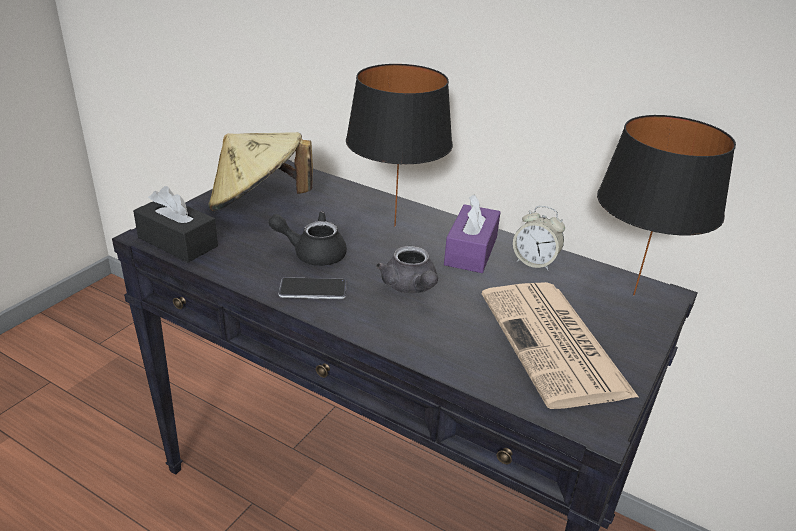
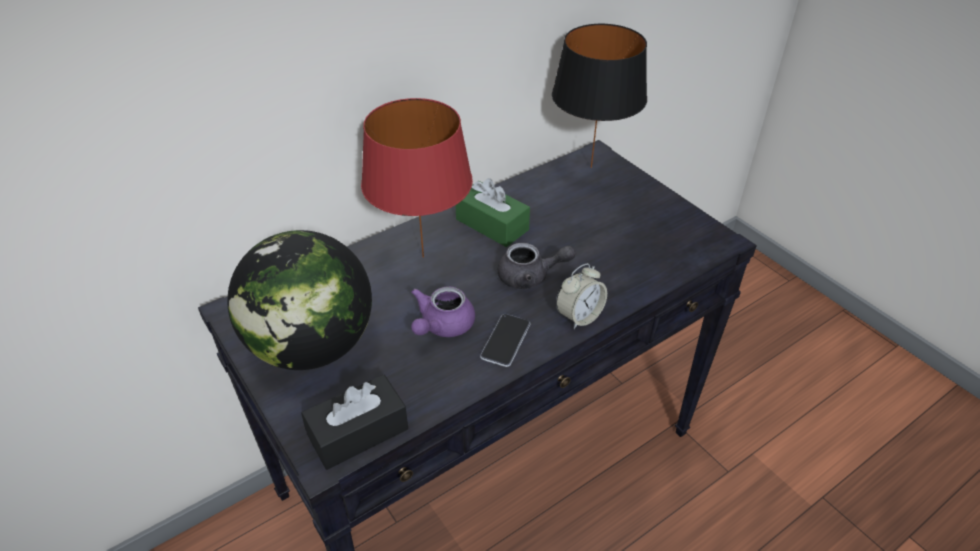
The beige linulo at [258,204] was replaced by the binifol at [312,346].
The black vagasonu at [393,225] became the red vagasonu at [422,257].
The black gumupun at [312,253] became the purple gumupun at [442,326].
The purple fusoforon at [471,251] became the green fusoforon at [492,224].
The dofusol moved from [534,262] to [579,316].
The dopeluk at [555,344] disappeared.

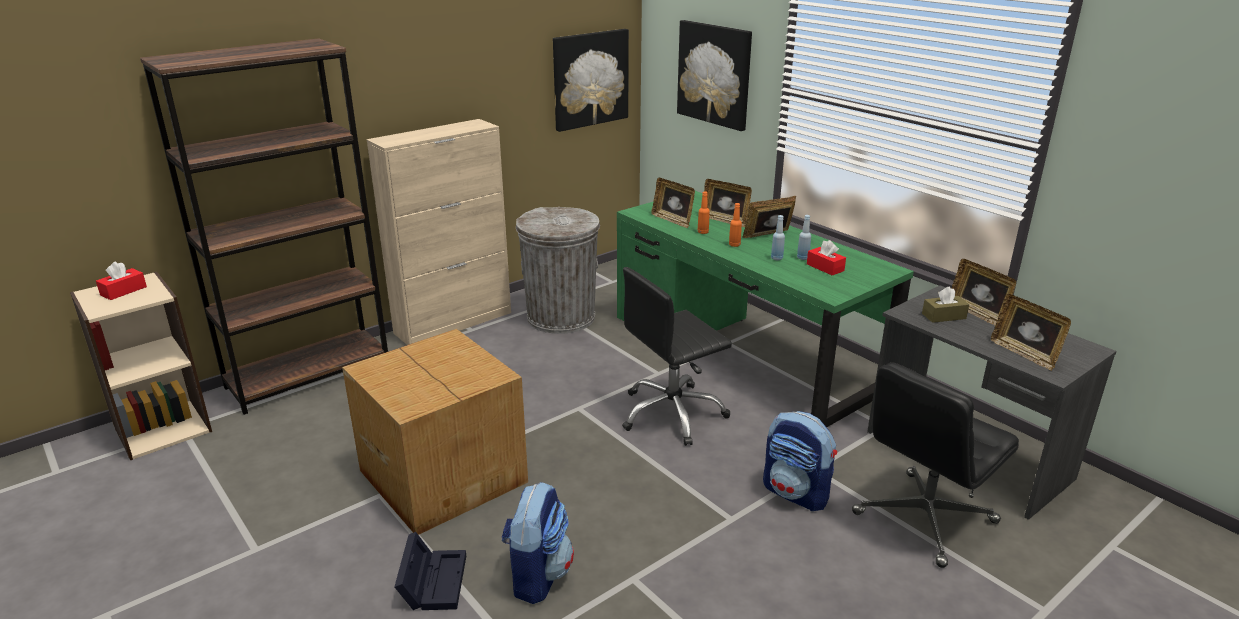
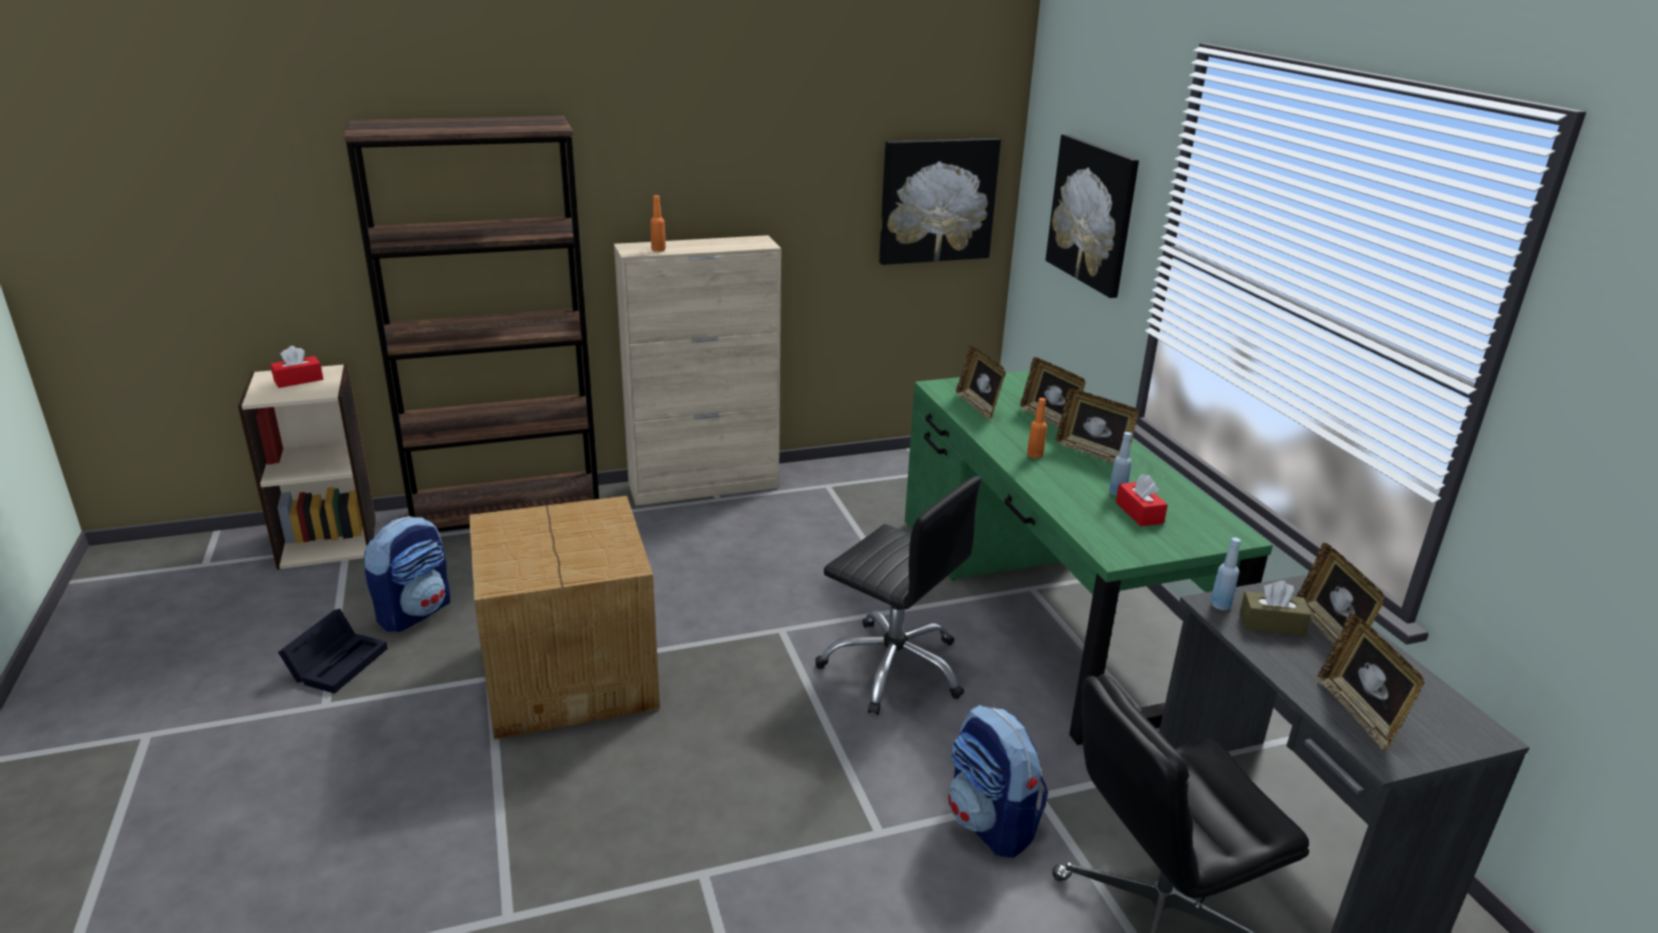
The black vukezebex moved from [433,580] to [338,662].
The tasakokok moved from [537,575] to [415,612].
The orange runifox moved from [703,232] to [658,250].
The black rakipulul at [672,414] turned 135 degrees counterclockwise.
The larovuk at [768,236] turned 135 degrees counterclockwise.
The blue runifox moved from [777,258] to [1220,605].
The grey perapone at [561,317] disappeared.

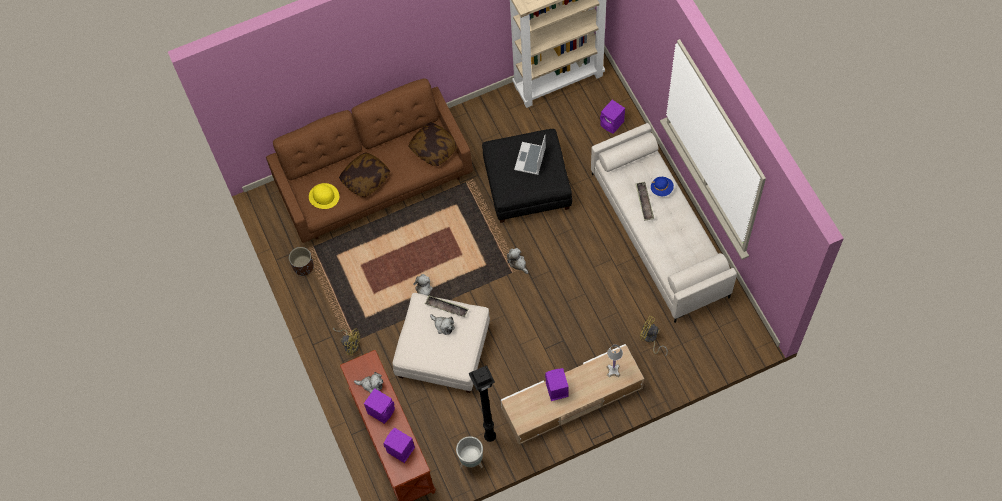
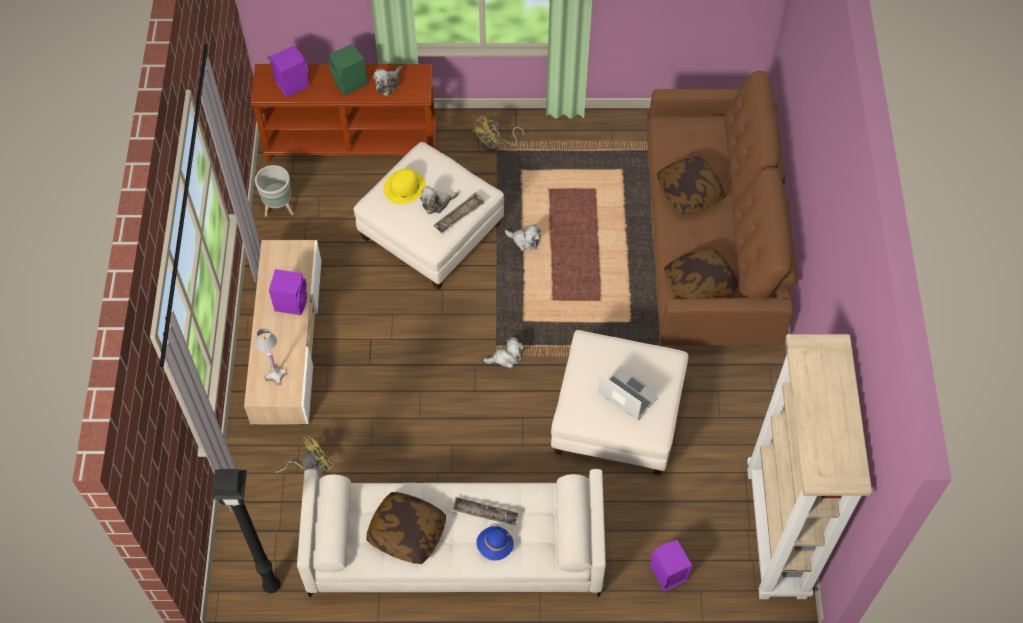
The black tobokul moved from [491,437] to [270,587].
The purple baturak at [382,410] became the green baturak at [350,83].
The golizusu at [407,532] appeared.
The yellow linulo moved from [324,196] to [404,187].
The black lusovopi at [527,186] became the white lusovopi at [617,417].
The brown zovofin at [303,267] disappeared.

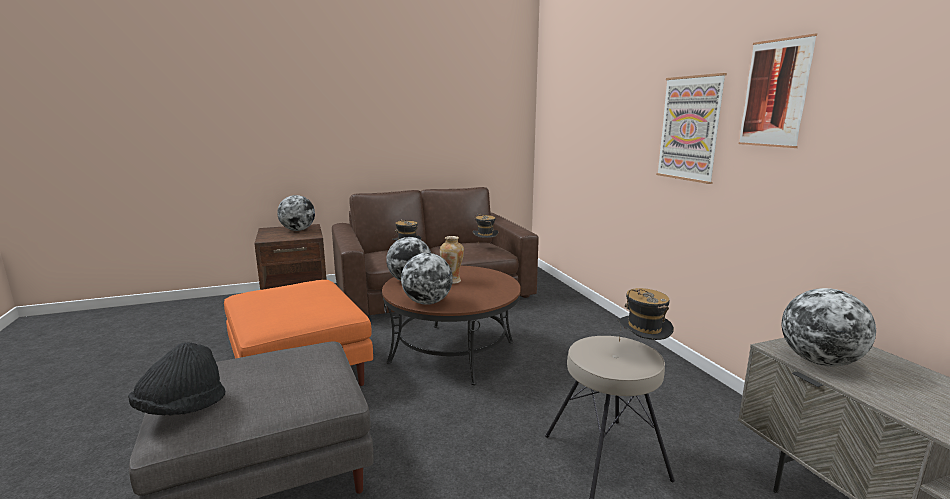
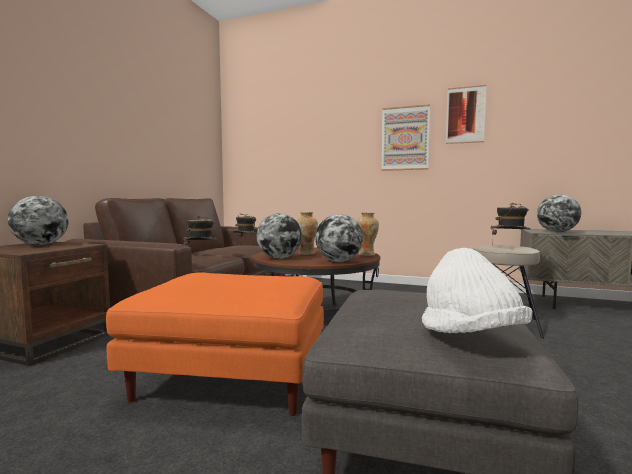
The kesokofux at [367,254] appeared.
The black linulo at [182,408] became the white linulo at [470,337].

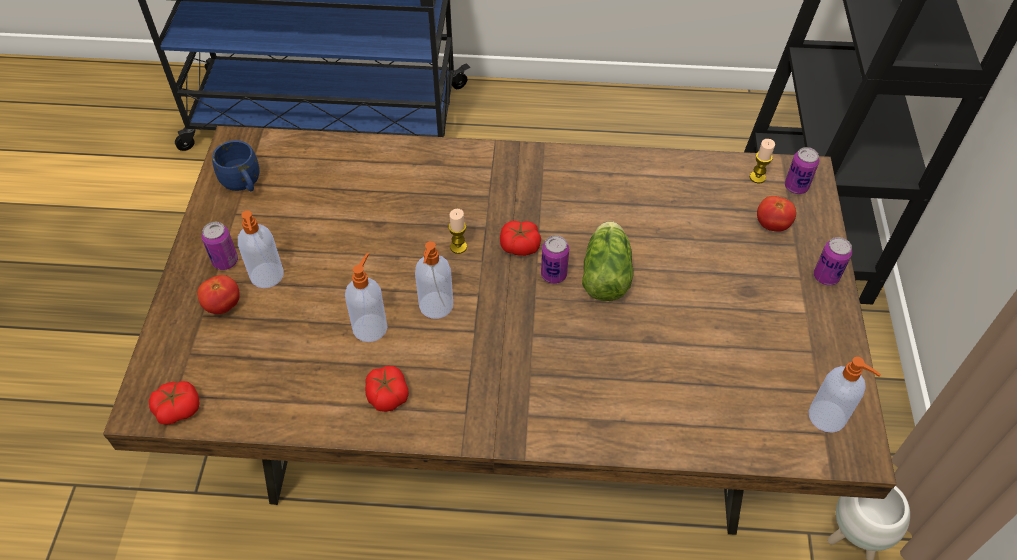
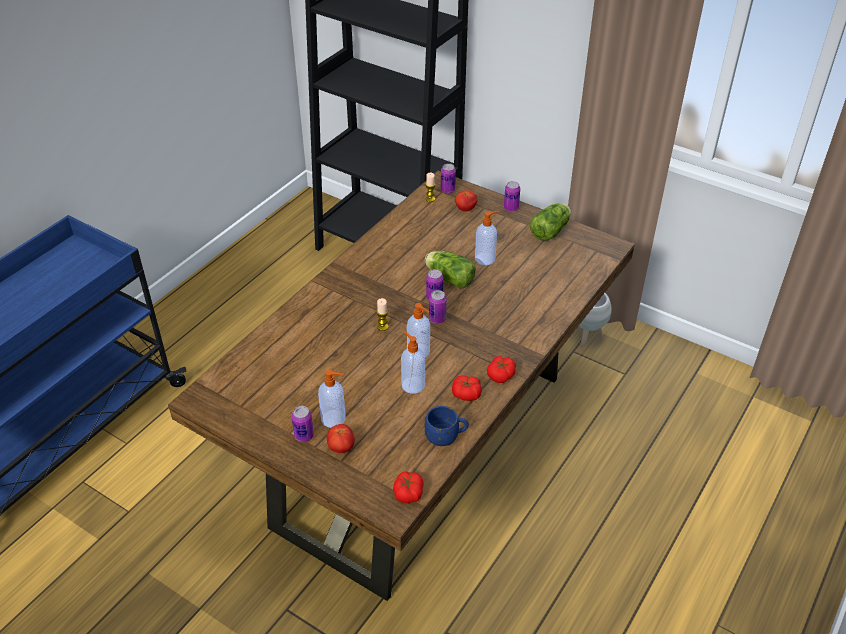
The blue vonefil moved from [244,185] to [446,437].
The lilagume at [437,319] appeared.
The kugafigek moved from [828,417] to [485,258].
The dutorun moved from [520,246] to [501,375].
The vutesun at [551,230] appeared.

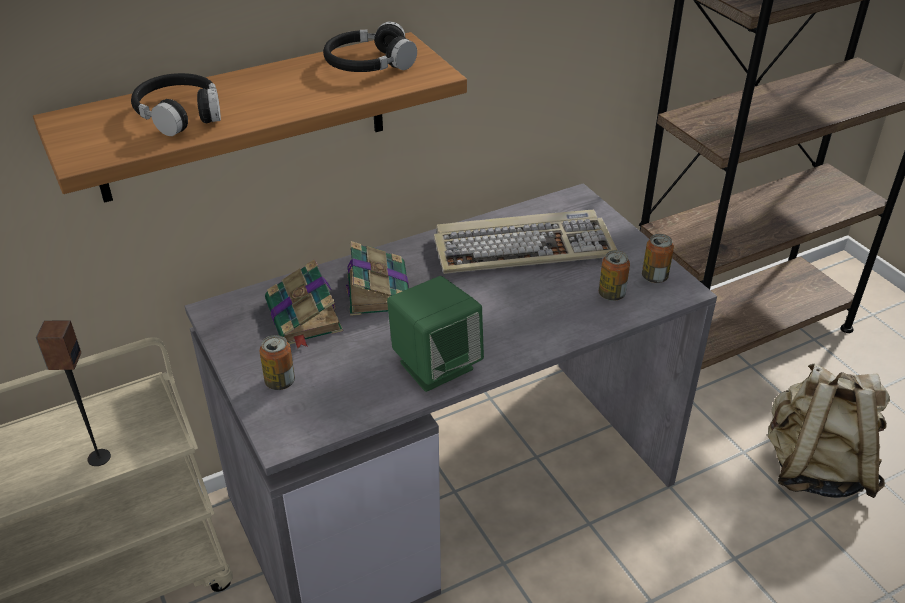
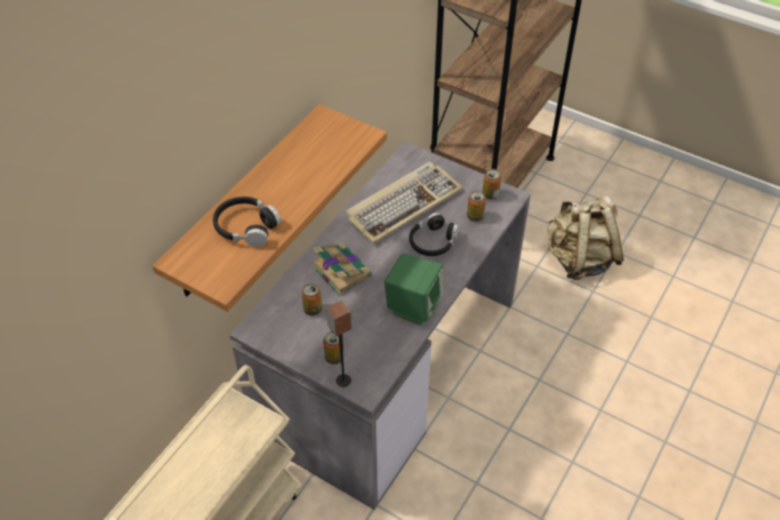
The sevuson at [304,318] was replaced by the lilagume at [312,309].
The baturak moved from [98,457] to [343,380].
The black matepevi moved from [369,64] to [433,242].

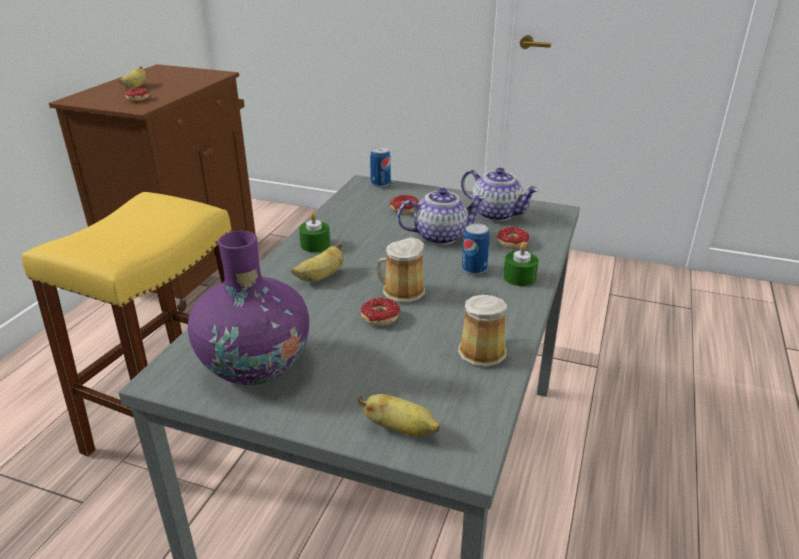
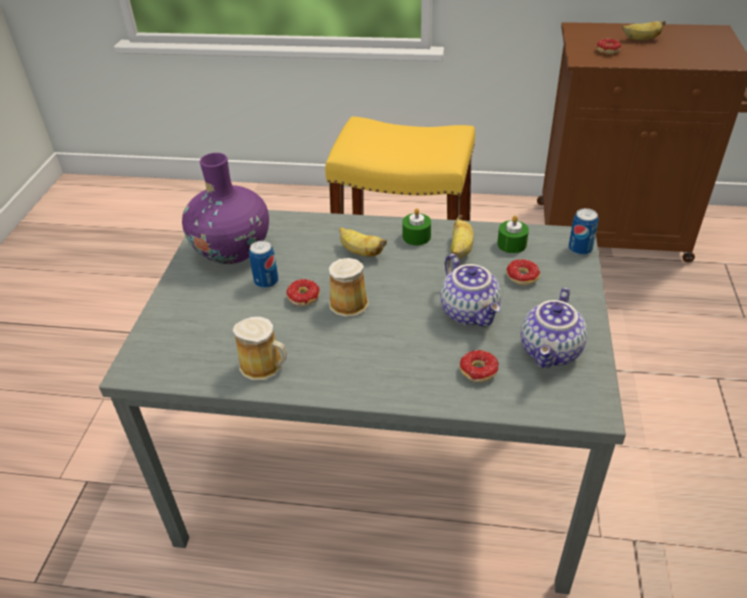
The lilagume moved from [474,269] to [266,282].
The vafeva moved from [401,429] to [460,250].
The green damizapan moved from [519,277] to [511,244].

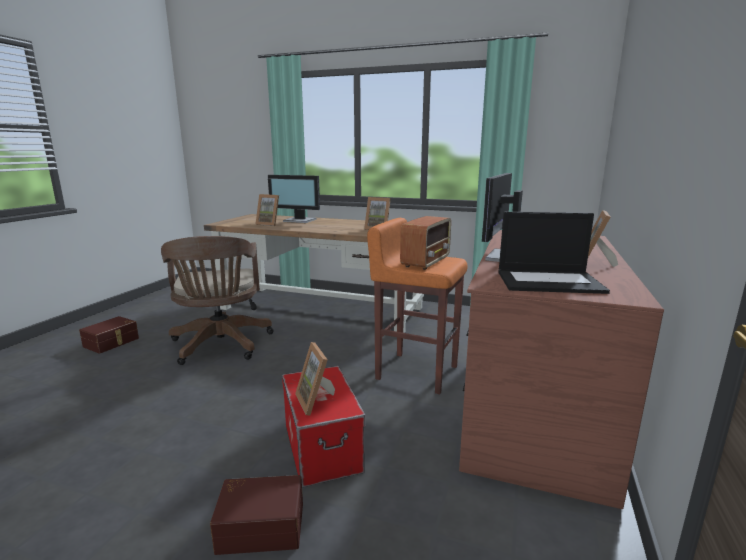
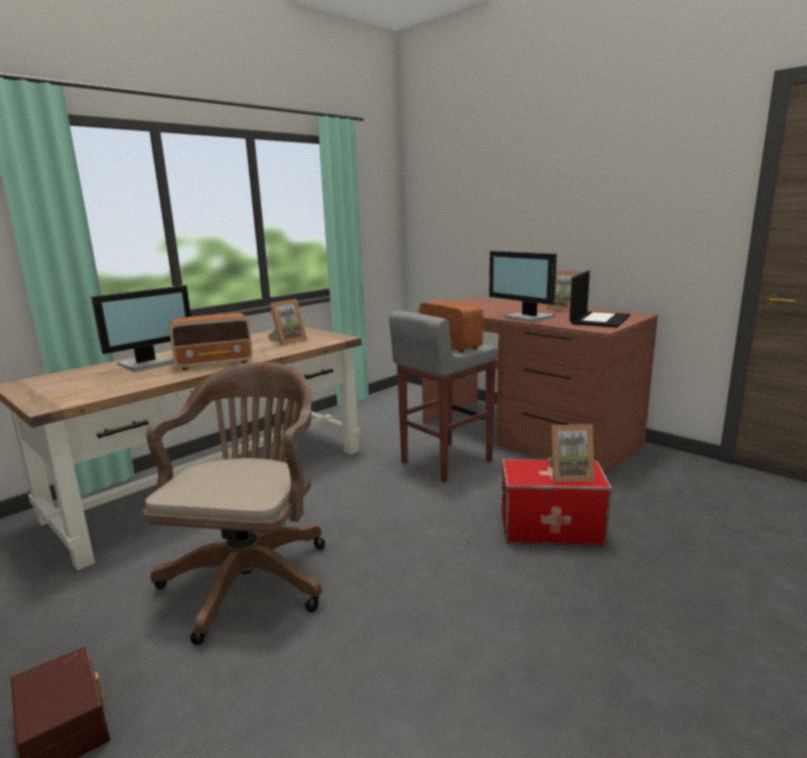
The brown rakipulul at [221,346] turned 90 degrees counterclockwise.
The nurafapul at [215,363] appeared.
The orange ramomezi at [416,371] became the grey ramomezi at [444,461].
The brown vukezebex at [261,525] disappeared.
The larovuk at [269,224] disappeared.

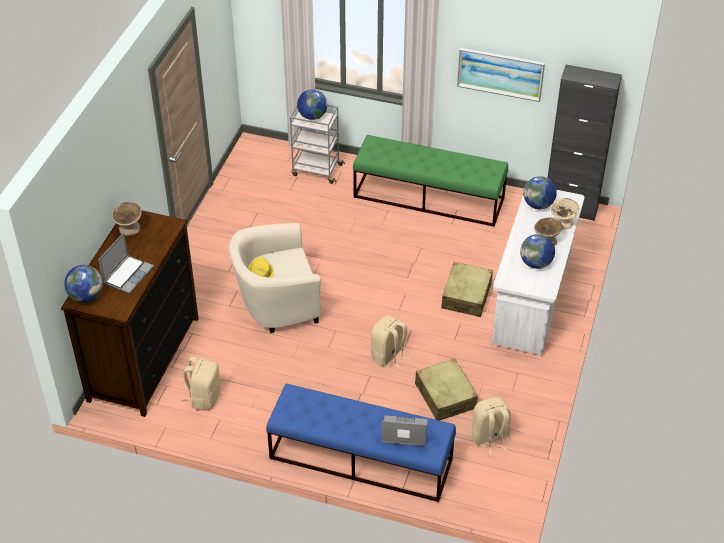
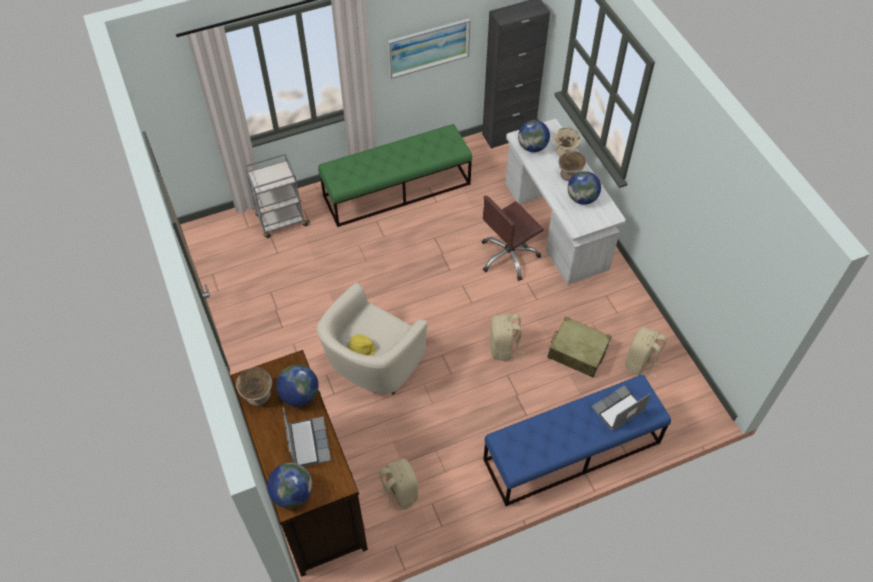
The binifol moved from [312,116] to [299,395].
The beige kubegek at [466,296] was replaced by the brown rakipulul at [508,256].

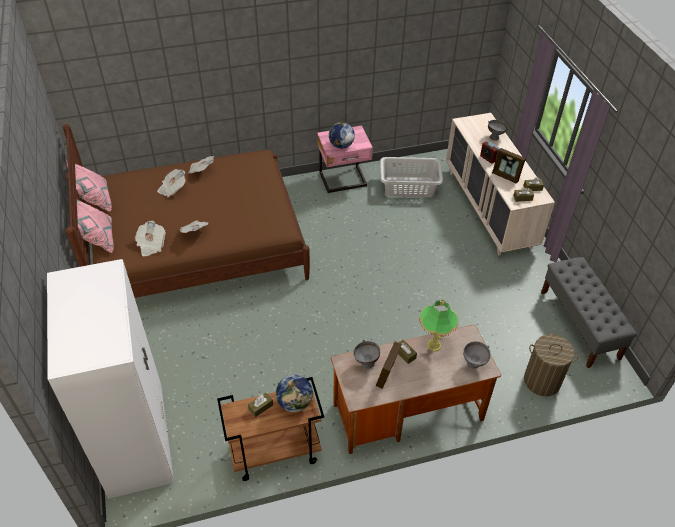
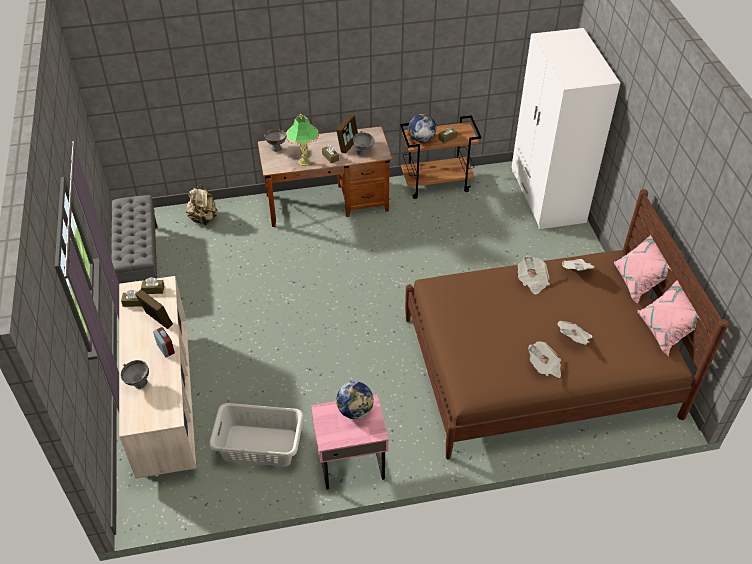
The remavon at [541,381] was replaced by the beige tasakokok at [204,218].

